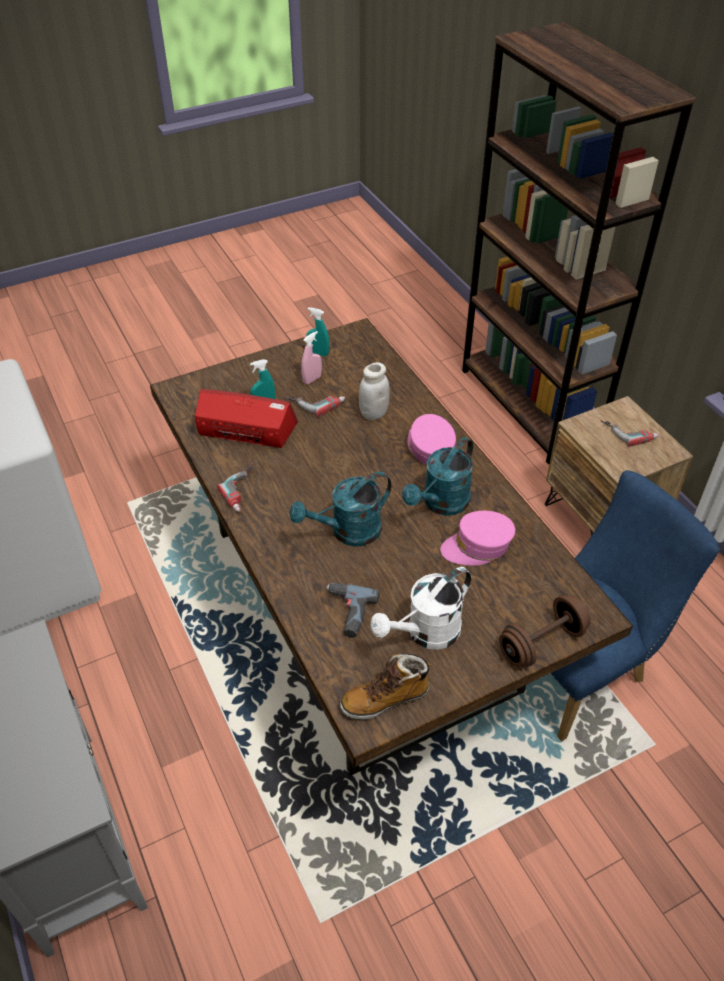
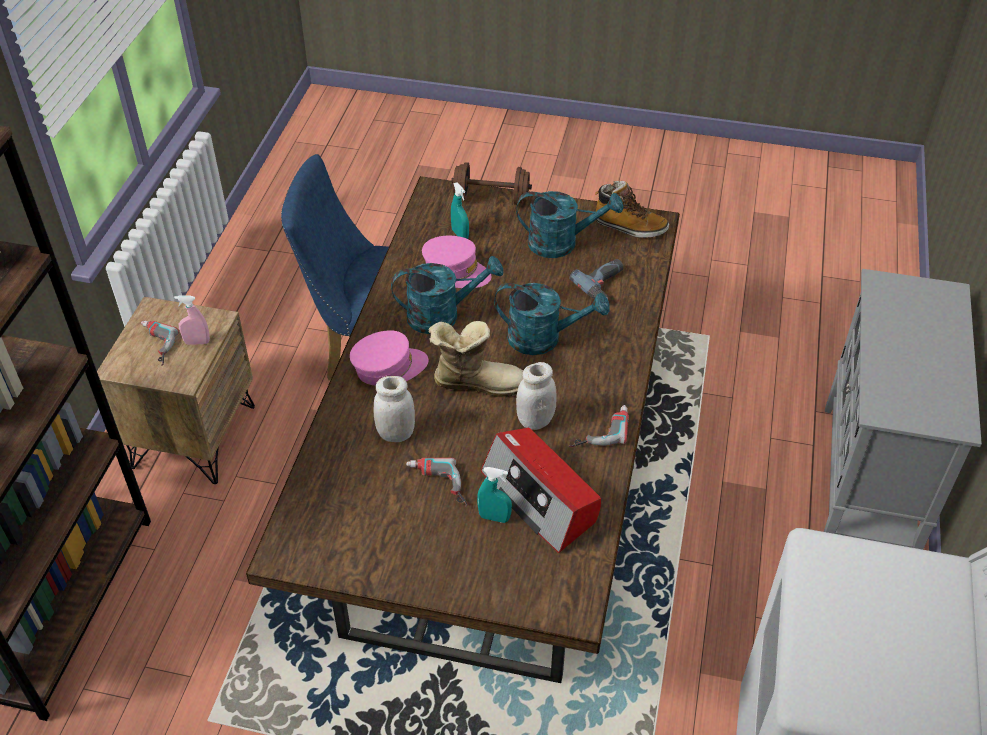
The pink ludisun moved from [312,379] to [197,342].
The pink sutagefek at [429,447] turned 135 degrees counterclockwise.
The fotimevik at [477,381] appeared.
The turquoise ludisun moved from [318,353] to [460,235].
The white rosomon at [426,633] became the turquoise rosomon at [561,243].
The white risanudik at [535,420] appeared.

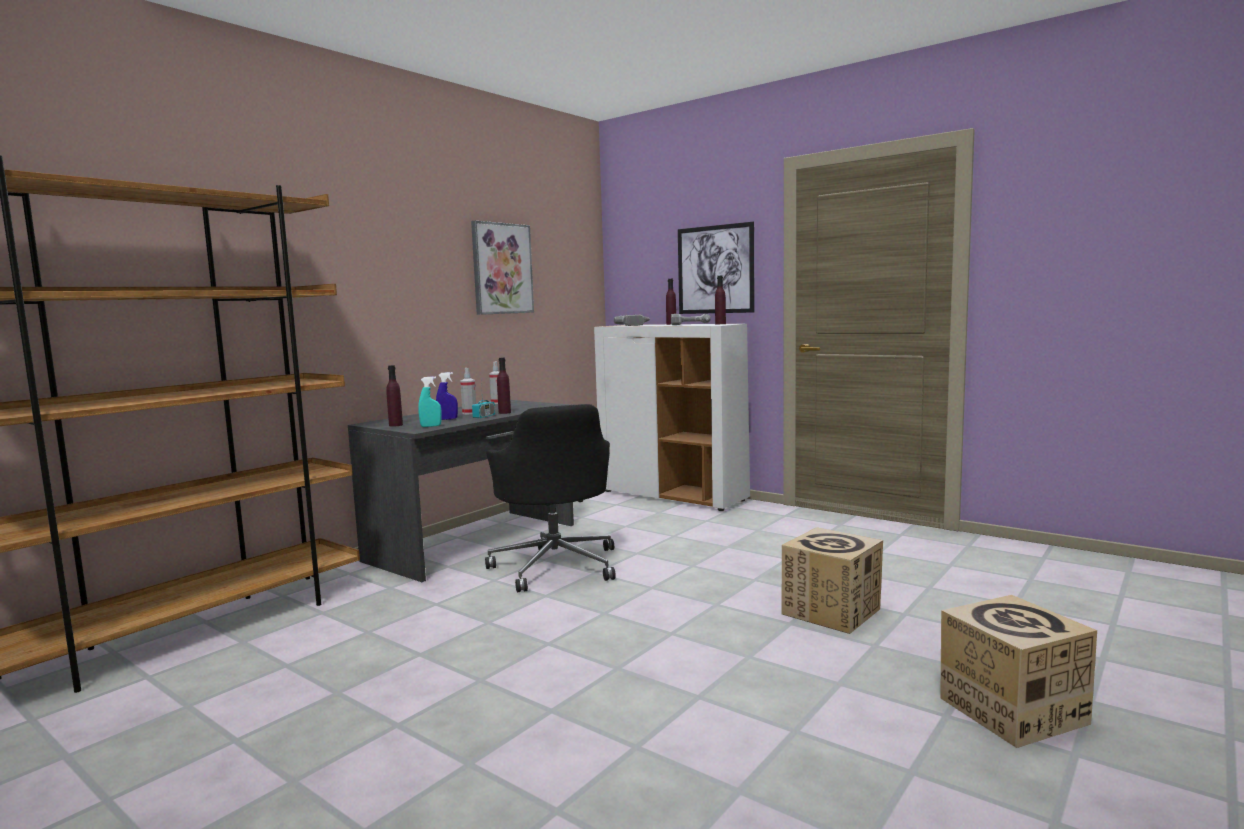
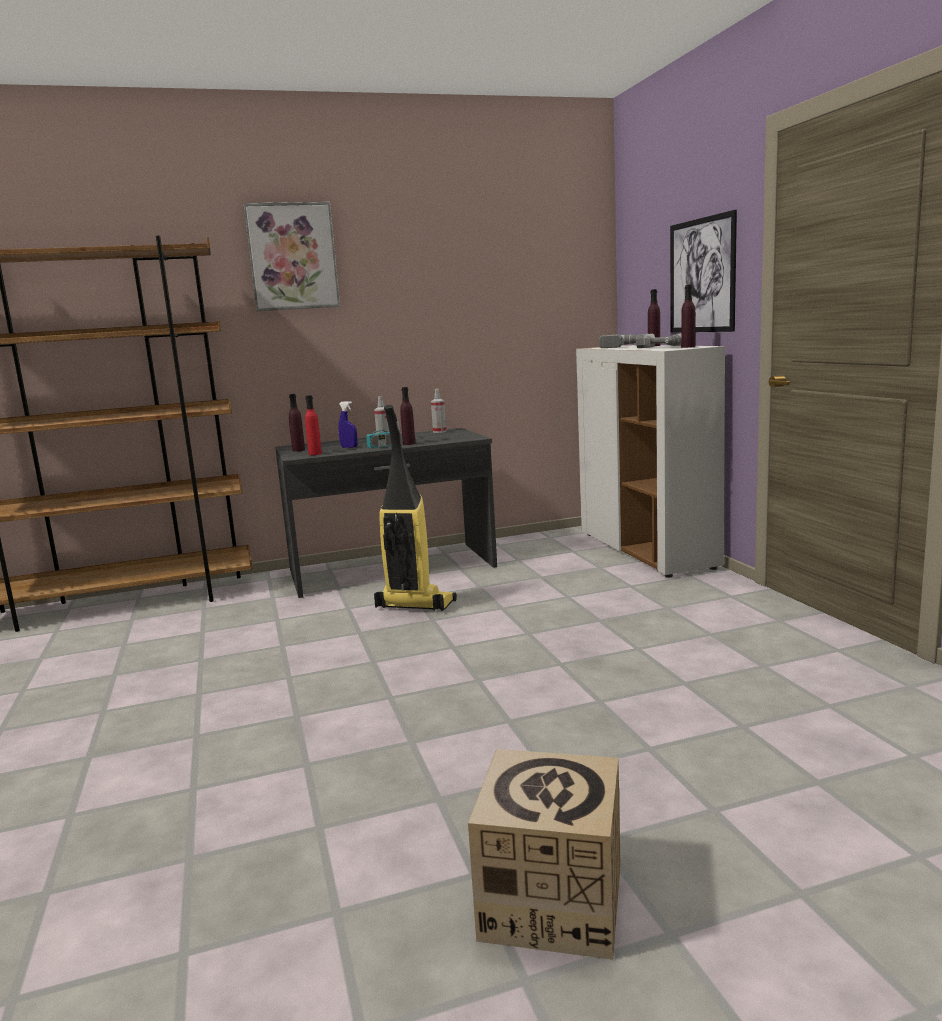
The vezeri moved from [501,268] to [292,257].
The turquoise ludisun at [431,426] was replaced by the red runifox at [315,454].
The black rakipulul at [556,565] was replaced by the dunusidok at [414,605].
The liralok at [831,611] disappeared.

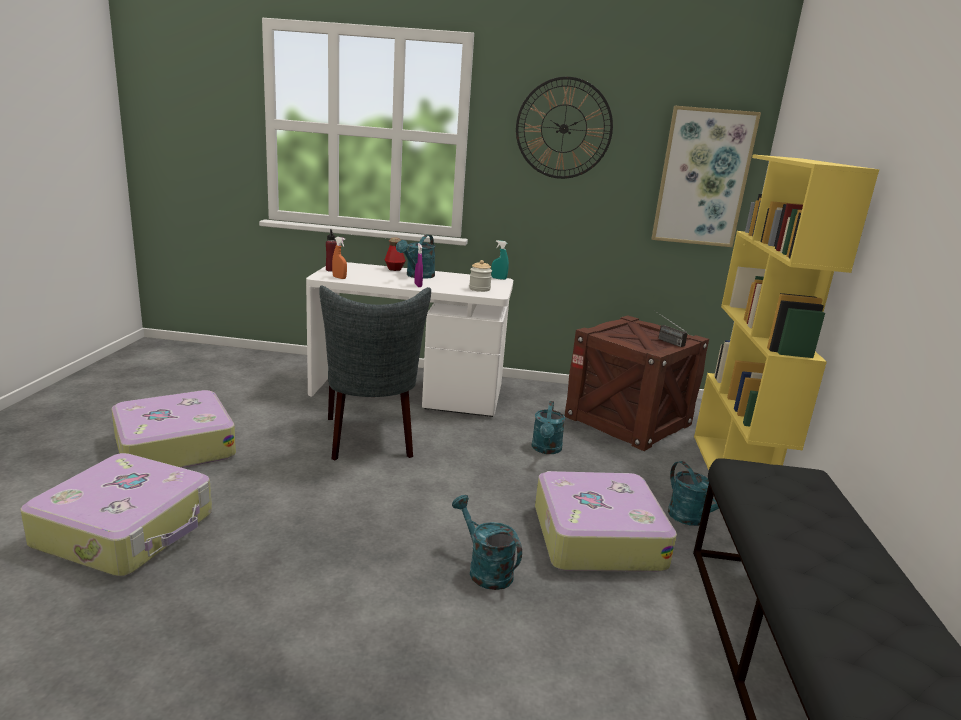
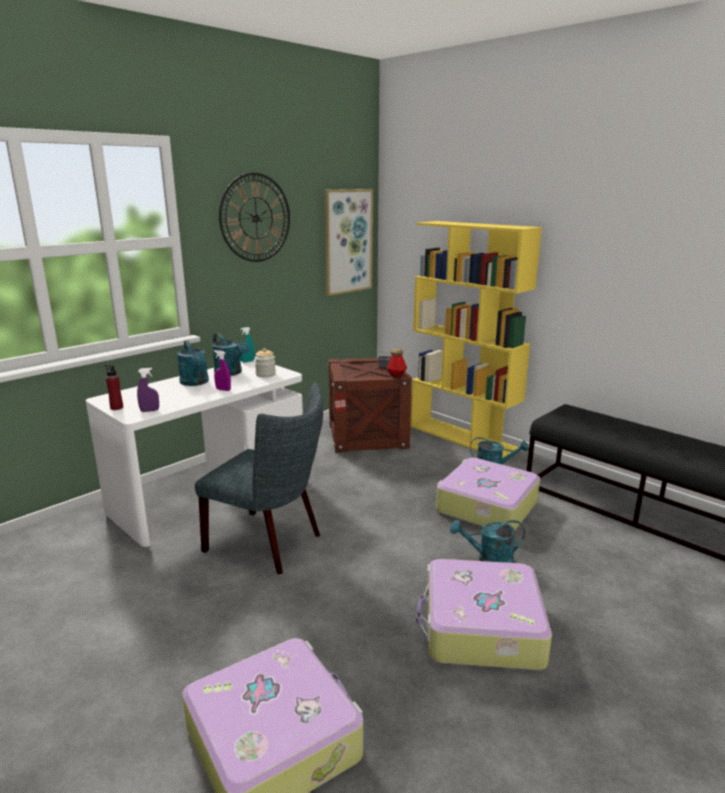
The orange ludisun at [339,278] became the purple ludisun at [149,411].
The turquoise rosomon moved from [546,449] to [231,373].
The runifox moved from [394,269] to [396,375].
The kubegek moved from [173,446] to [481,628].

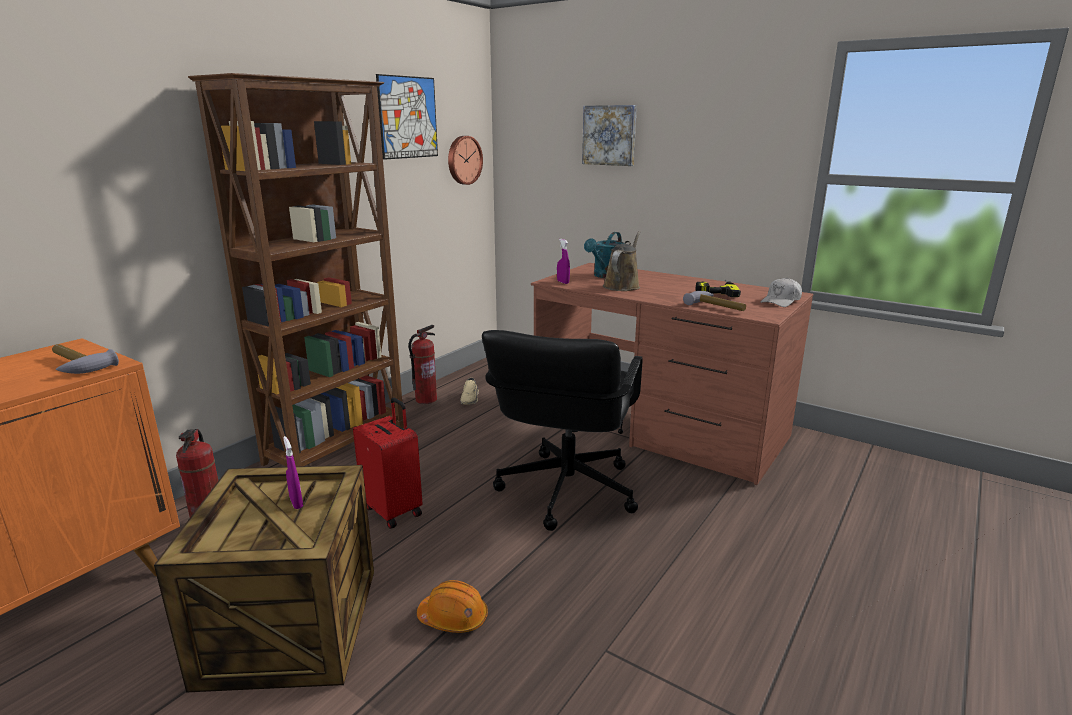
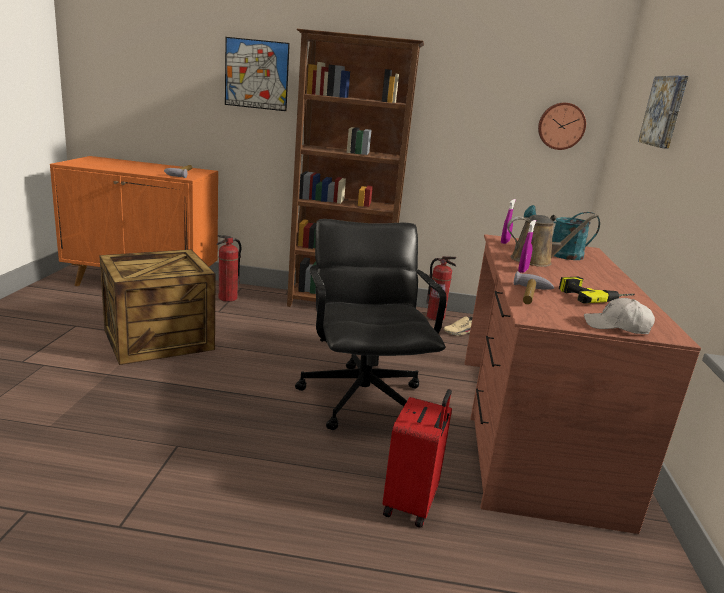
The vezeri moved from [408,117] to [256,74].
The black rakipulul at [565,490] turned 90 degrees clockwise.
The red kubegek moved from [394,510] to [412,504].
The purple ludisun moved from [296,503] to [523,270].
The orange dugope at [453,618] disappeared.

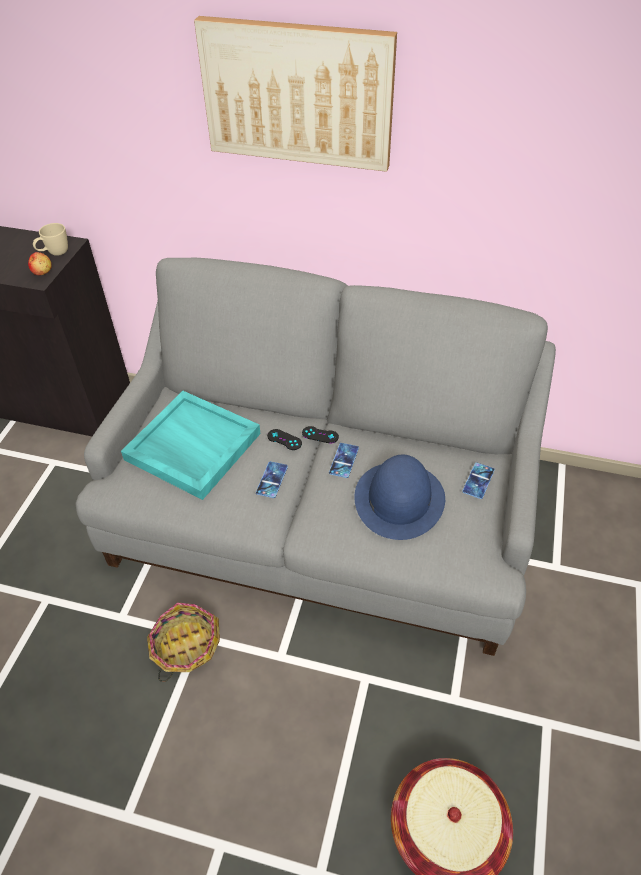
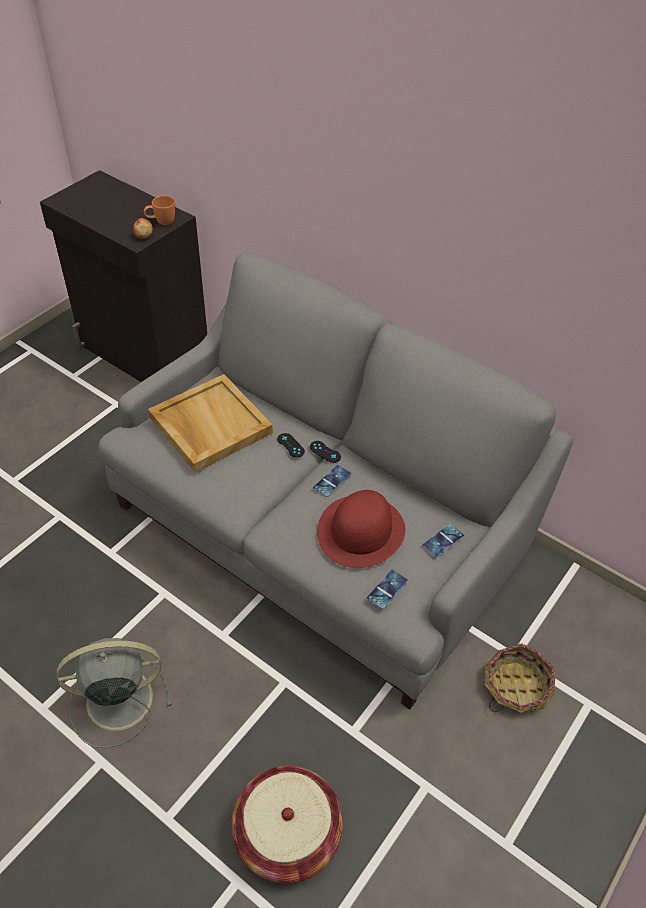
The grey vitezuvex at [116,700] appeared.
The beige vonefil at [54,254] became the orange vonefil at [161,223].
The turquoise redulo at [191,447] became the beige redulo at [209,425].
The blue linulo at [399,499] became the red linulo at [361,530].
The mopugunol moved from [272,480] to [387,589].
The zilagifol moved from [185,646] to [515,686].
The vezeri at [298,93] disappeared.

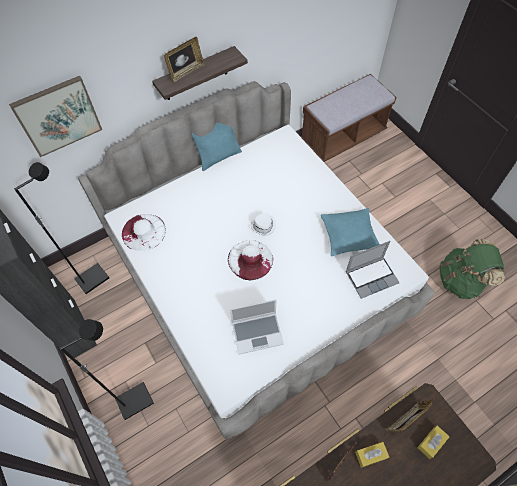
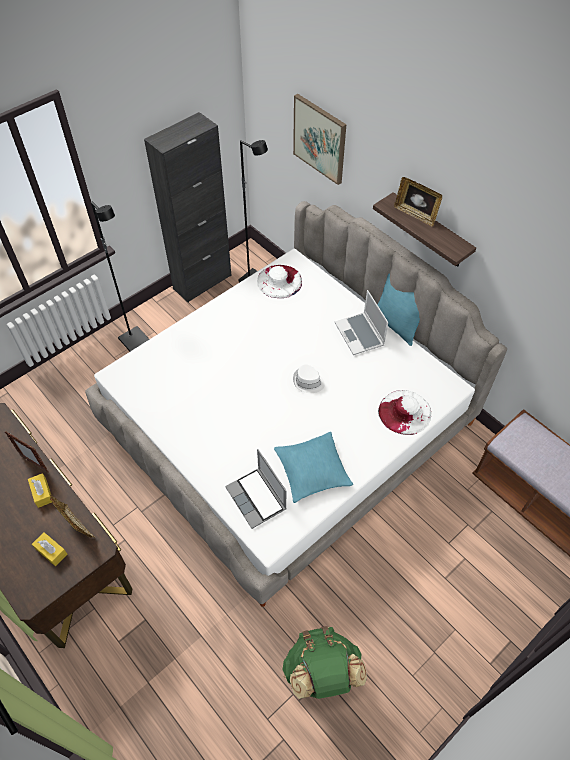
The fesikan moved from [257,332] to [360,335].
The white linulo moved from [250,259] to [404,412].

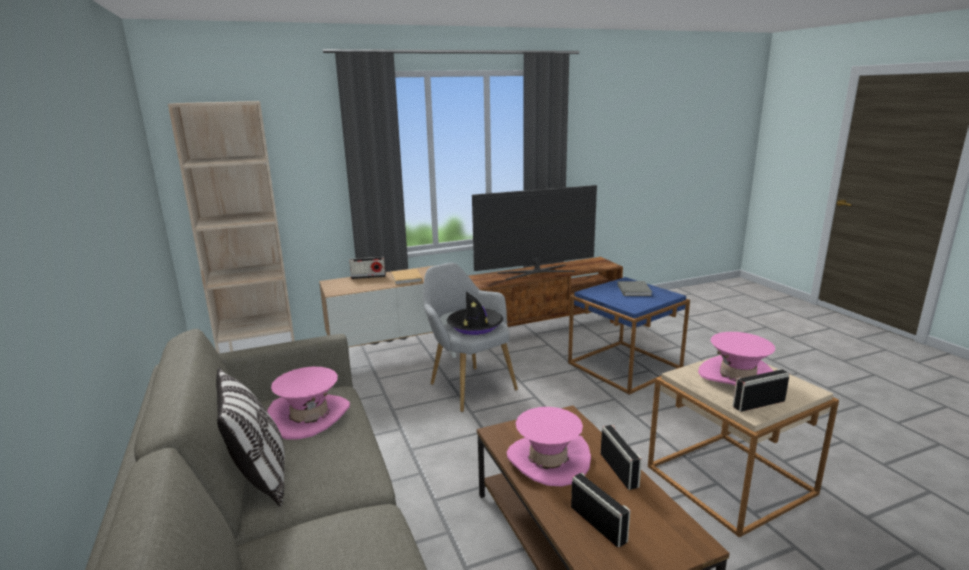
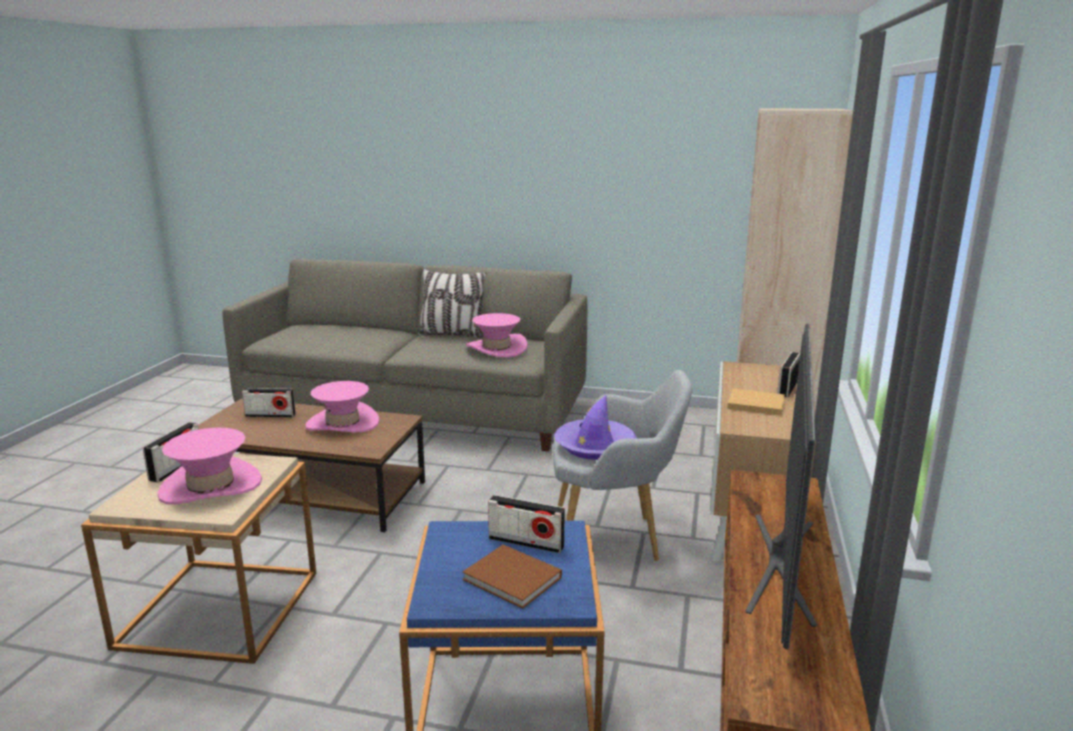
The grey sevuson at [633,289] became the brown sevuson at [514,579].
The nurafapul moved from [619,470] to [526,542].
The black linulo at [475,326] became the purple linulo at [594,446].

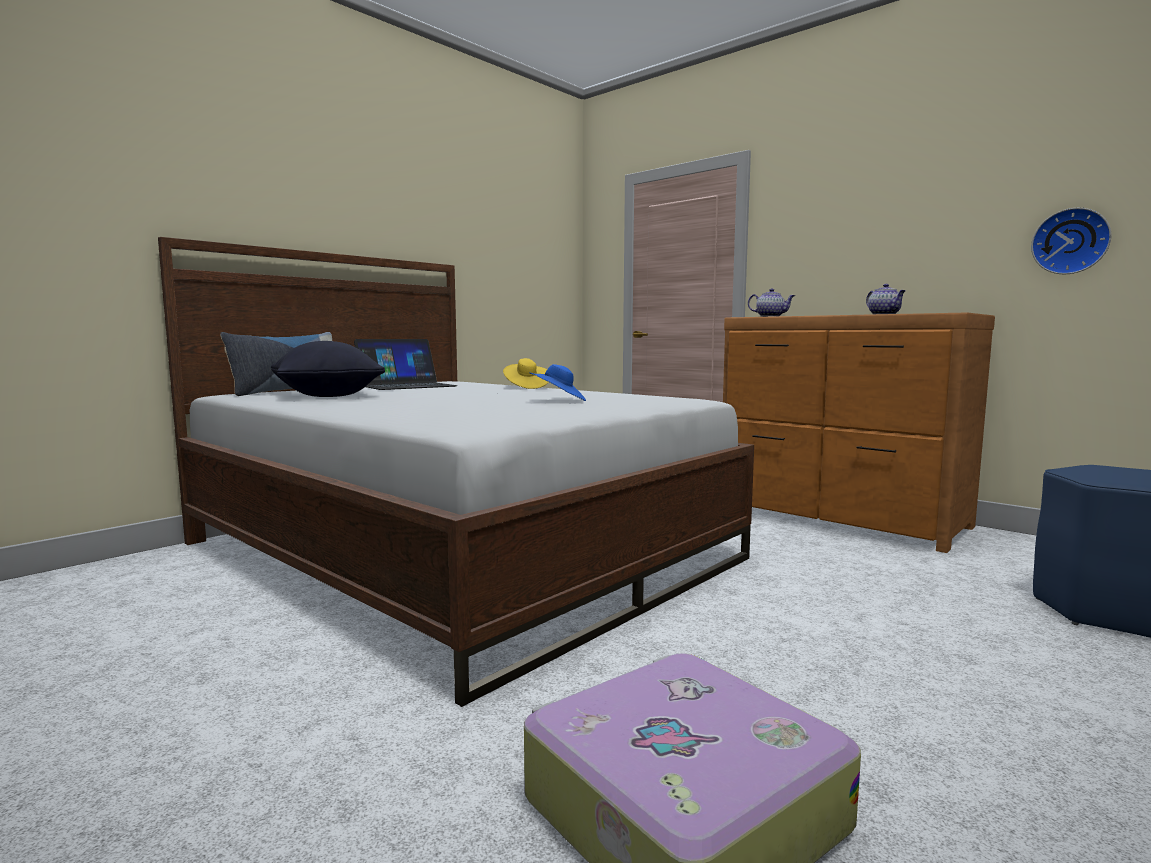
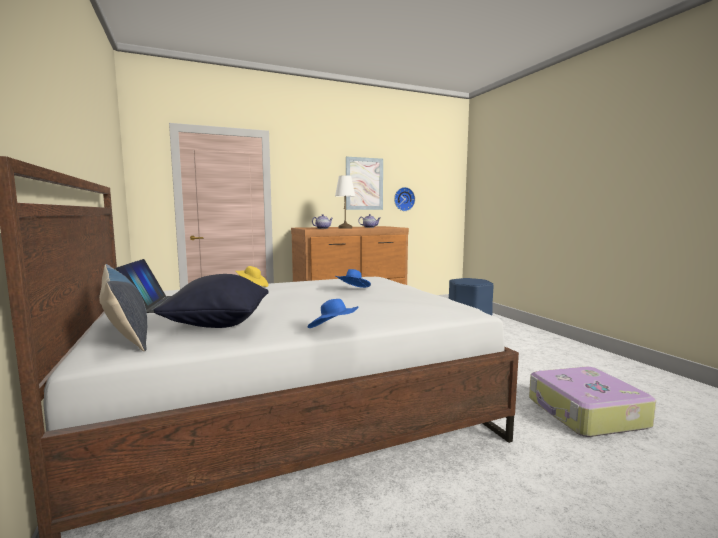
The blue linulo at [334,330] appeared.
The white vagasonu at [345,228] appeared.
The vezeri at [364,184] appeared.

